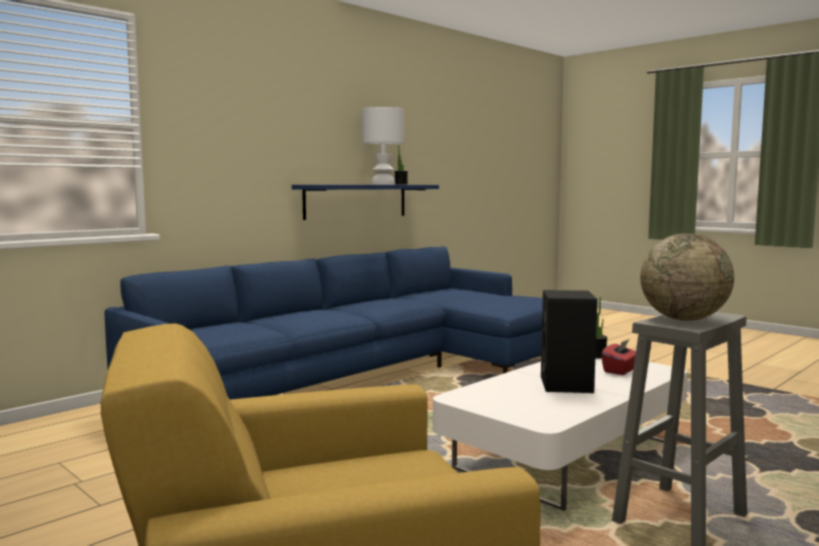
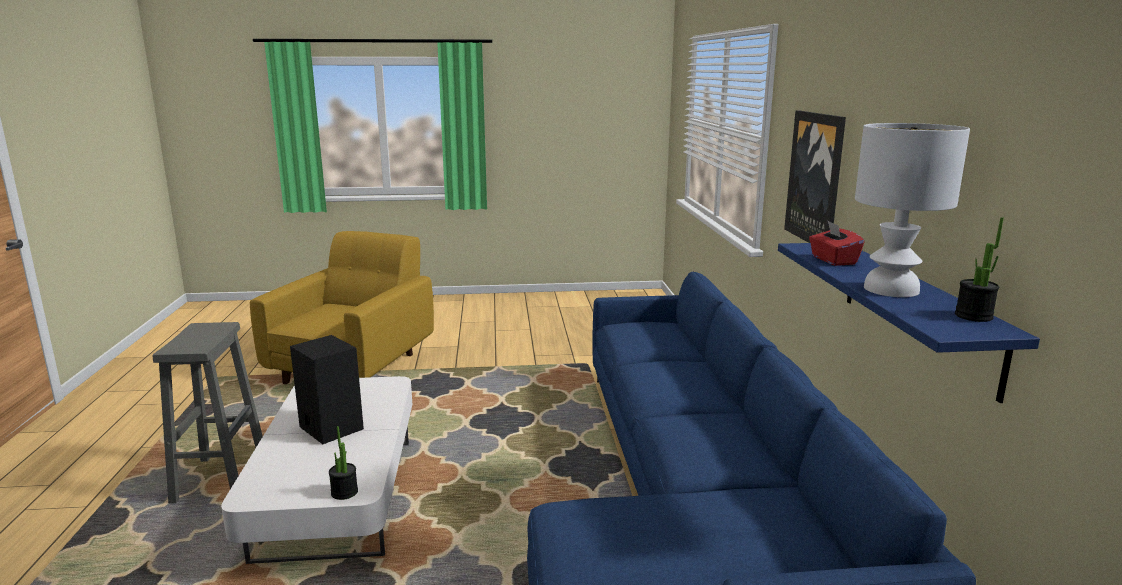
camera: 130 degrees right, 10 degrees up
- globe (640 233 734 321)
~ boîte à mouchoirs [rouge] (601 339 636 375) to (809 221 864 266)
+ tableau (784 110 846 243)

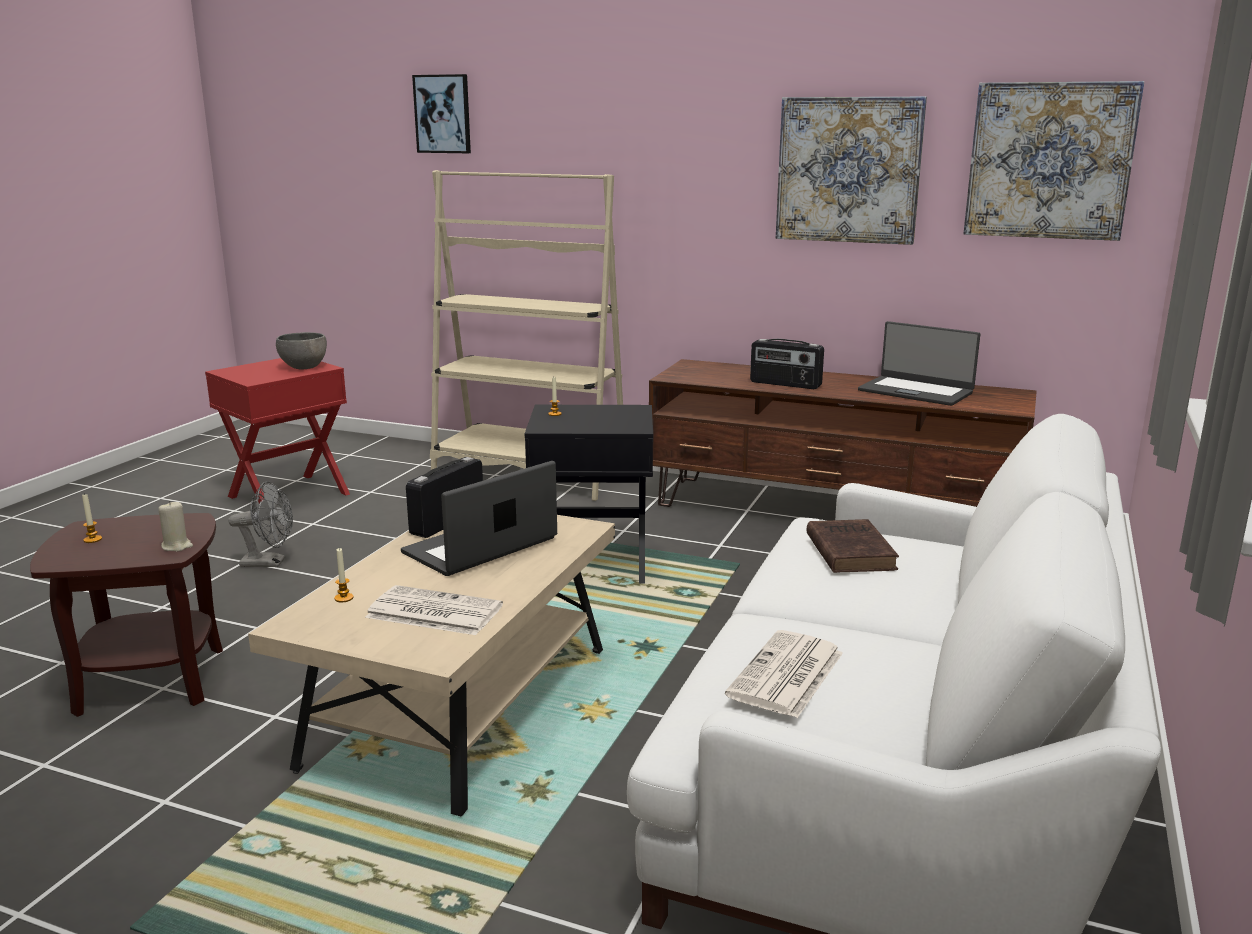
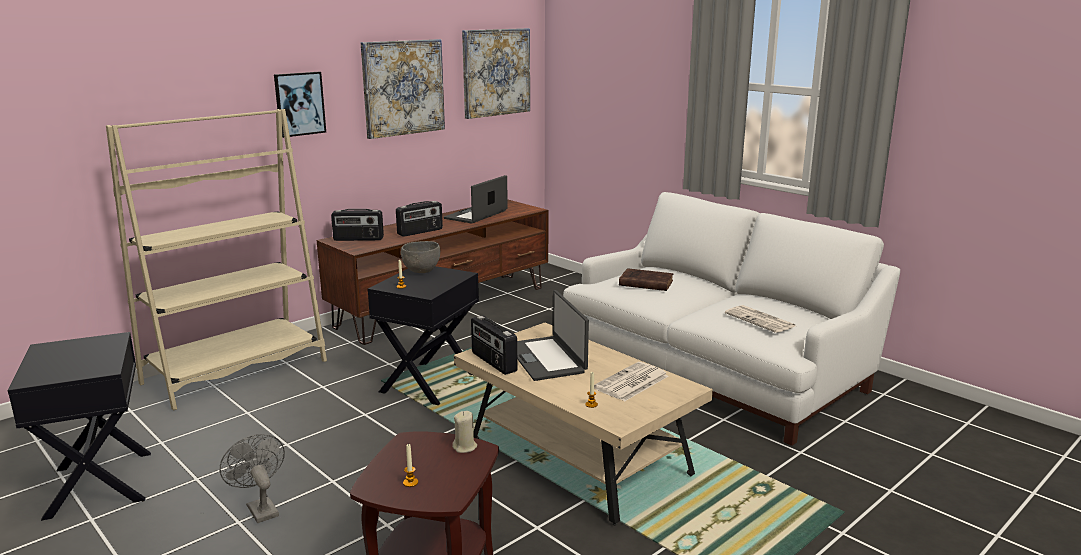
camera: 65 degrees left, 0 degrees up
~ tableau (412 74 471 153) to (274 72 326 138)
~ ordinateur portable (858 321 980 406) = (444 175 508 224) 150 degrees clockwise
~ bol [gris] (276 332 327 369) to (401 241 440 273)
~ table d'appoint [rouge] (205 358 350 503) to table d'appoint [noir] (8 332 151 521)
~ ventilateur [gris] (228 481 293 567) = (220 434 285 523) 60 degrees counterclockwise
+ radio (331 209 384 241)

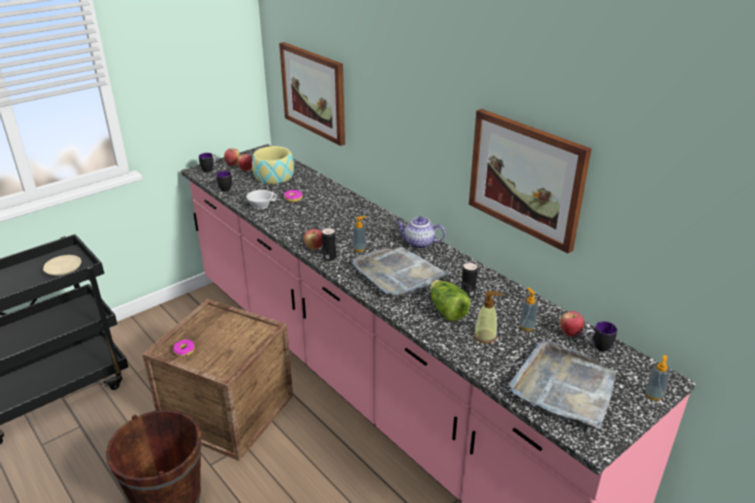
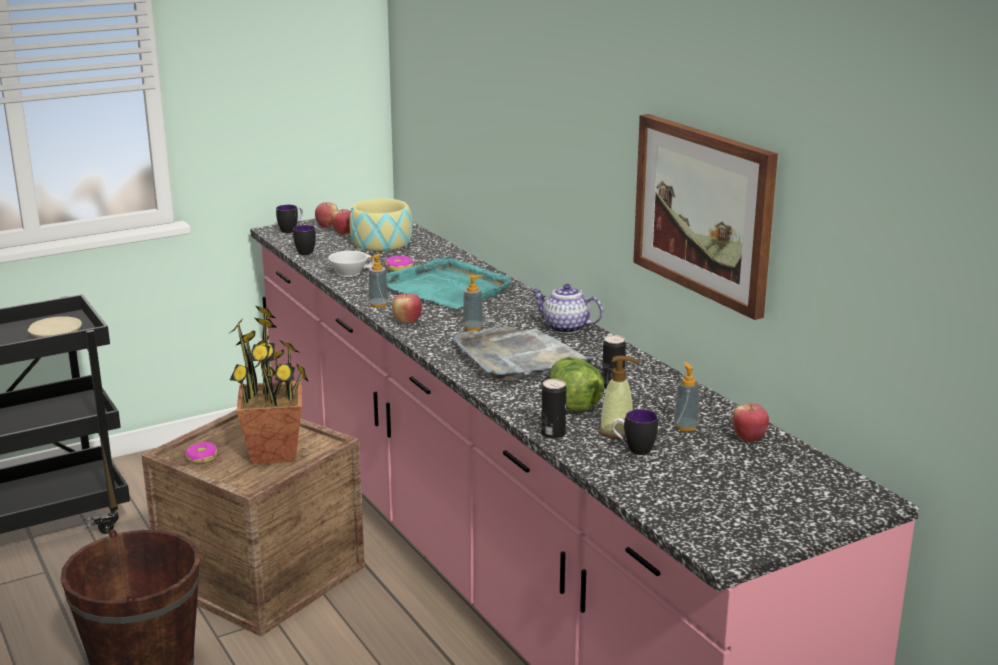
camera: 10 degrees right, 10 degrees down
- tableau (279 42 345 146)
~ boîte métallique (322 228 336 261) to (541 379 566 439)
~ mug (585 321 617 352) to (612 409 658 455)
- plateau [gris] (509 340 617 429)
~ distributeur de savon (645 355 670 401) to (368 254 389 308)
+ plateau [turquoise] (386 256 513 308)
+ plante en pot (230 306 309 465)

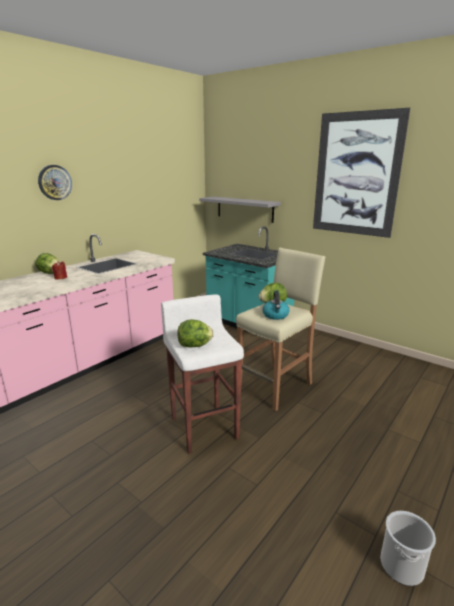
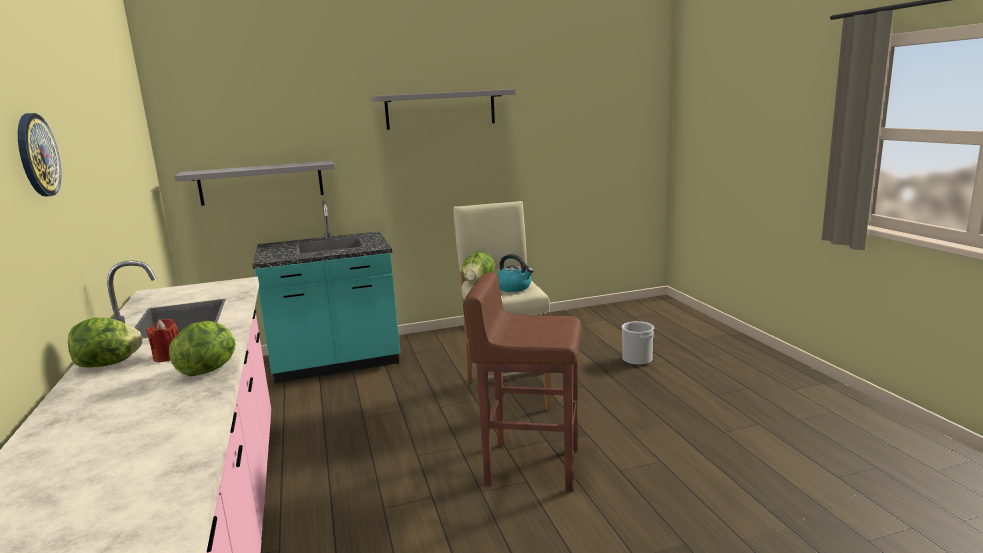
camera: 55 degrees left, 5 degrees down
~ tableau (313 108 410 238) to étagère [gris] (371 89 516 130)
~ tabouret [blanc] (161 294 244 454) to tabouret [marron] (463 272 582 492)
~ laitue (177 319 214 347) to (169 321 235 377)
~ seau (380 511 436 586) to (622 321 654 365)

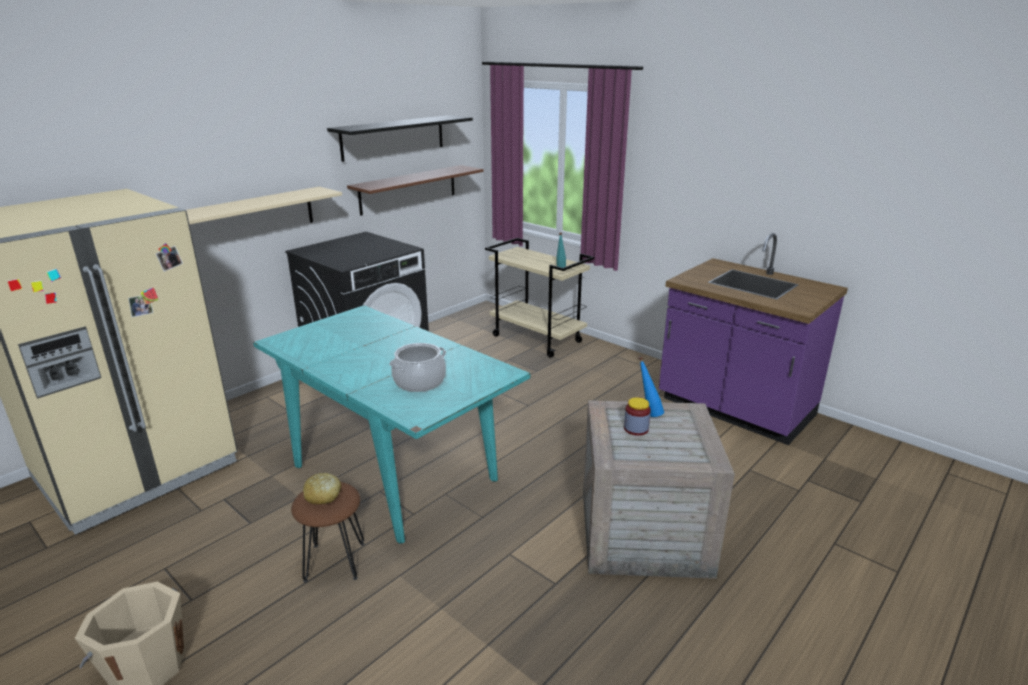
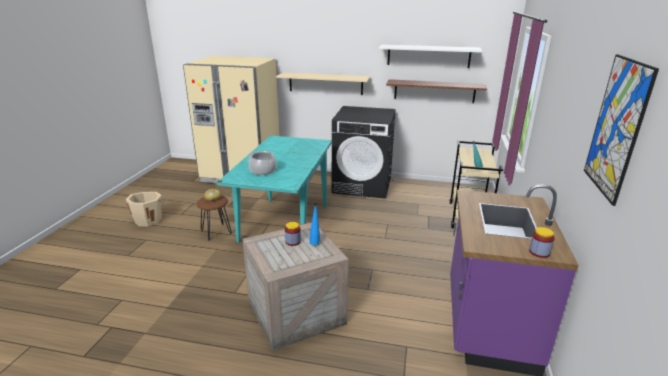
camera: 60 degrees right, 0 degrees up
~ étagère [noir] (327 115 473 162) to étagère [blanc] (379 44 482 68)
+ tableau (584 54 659 206)
+ bocal (529 227 554 258)

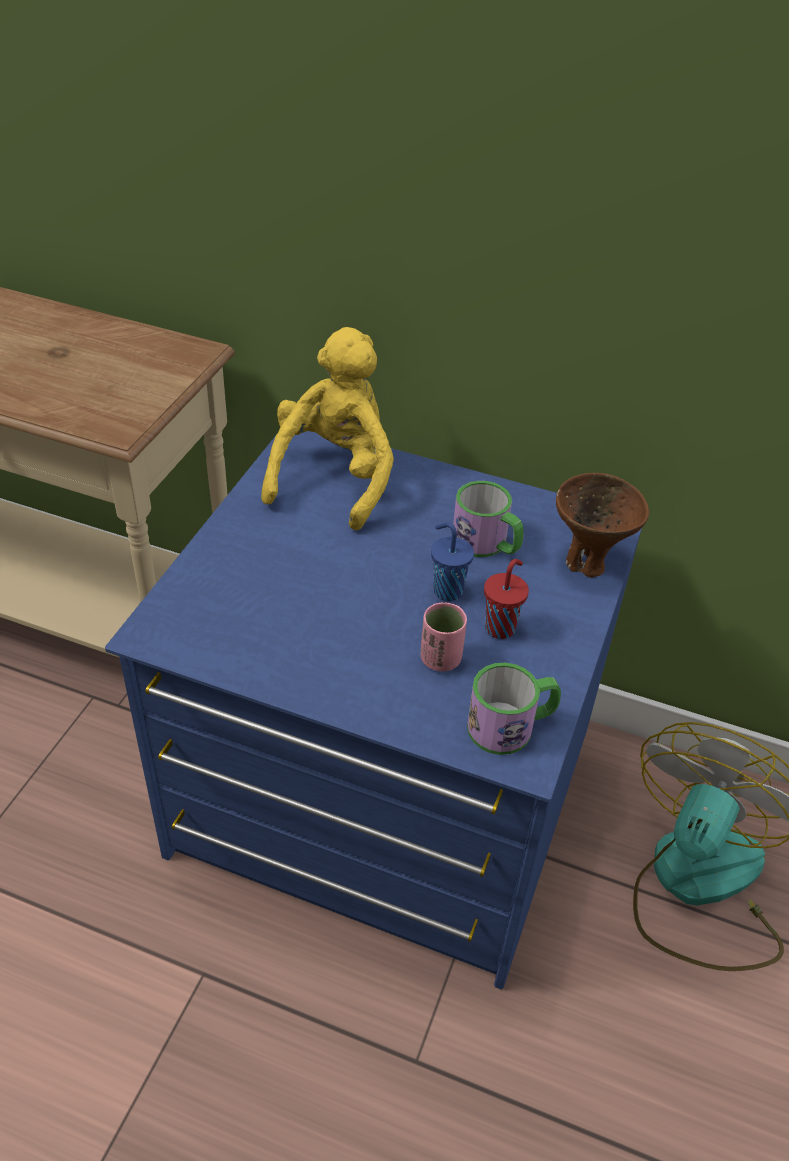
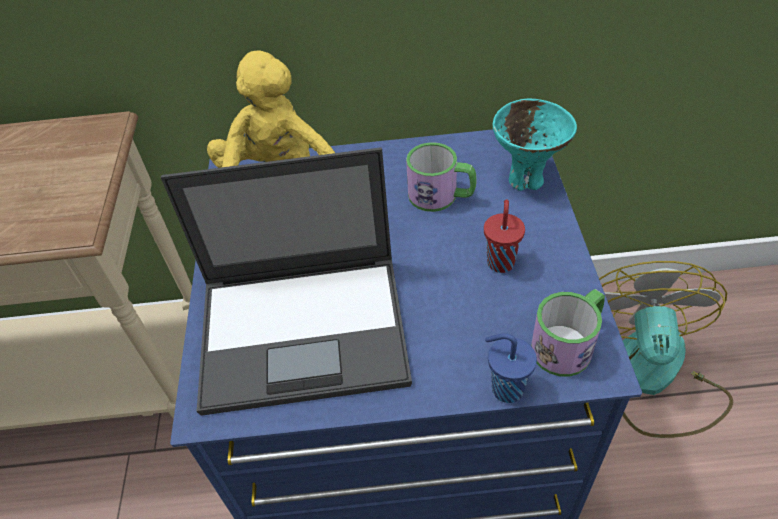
camera: 20 degrees left, 5 degrees up
~ bol [marron] (556 473 649 578) to bol [turquoise] (493 98 577 191)
~ tasse [bleu] (431 522 474 601) to (485 333 537 403)
- tasse [rose] (420 602 467 672)
+ ordinateur portable (161 147 412 416)

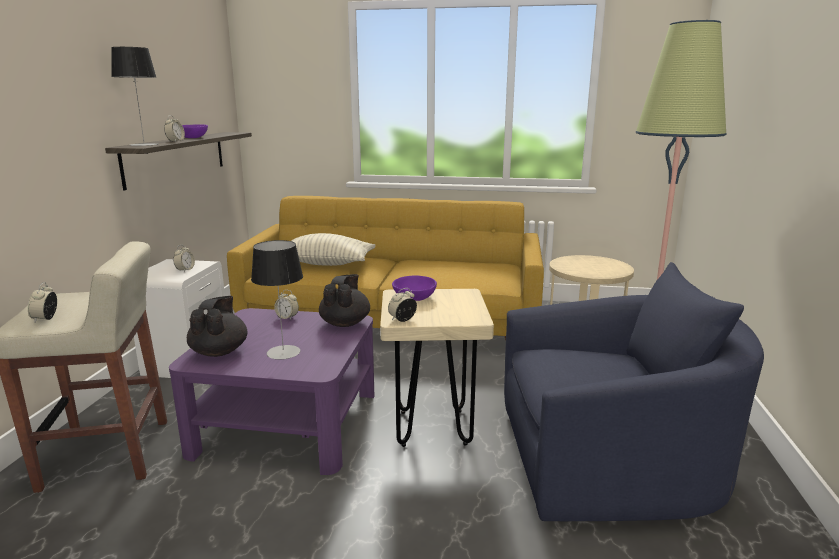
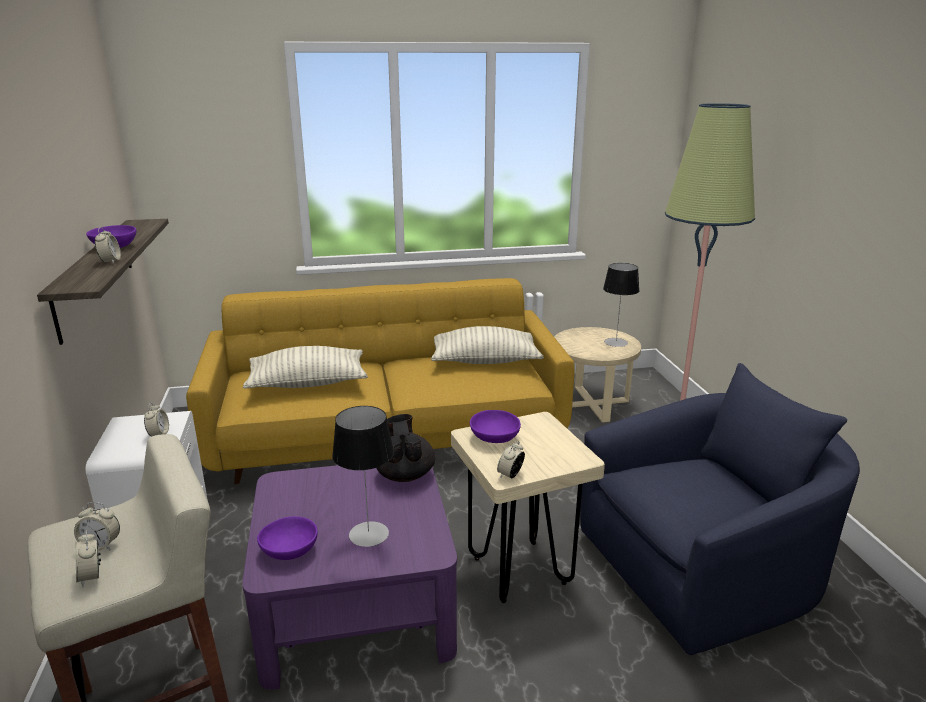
camera: 20 degrees left, 5 degrees up
~ lampe de table (111 47 158 146) to (603 263 640 347)
~ réveil (274 290 299 319) to (74 502 120 551)
~ théière [noir] (187 296 248 357) to bol [violet] (257 516 318 560)
+ coussin (431 326 544 364)

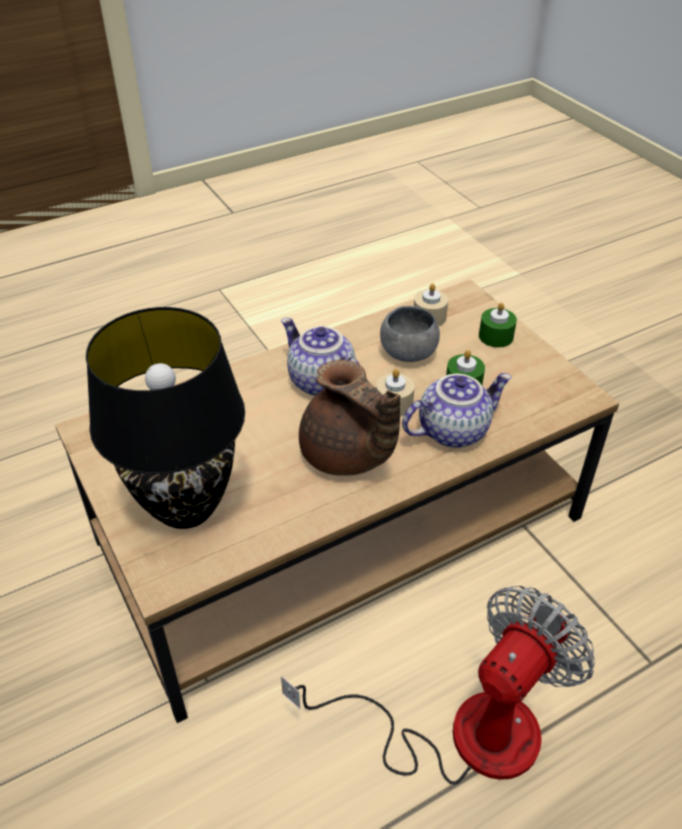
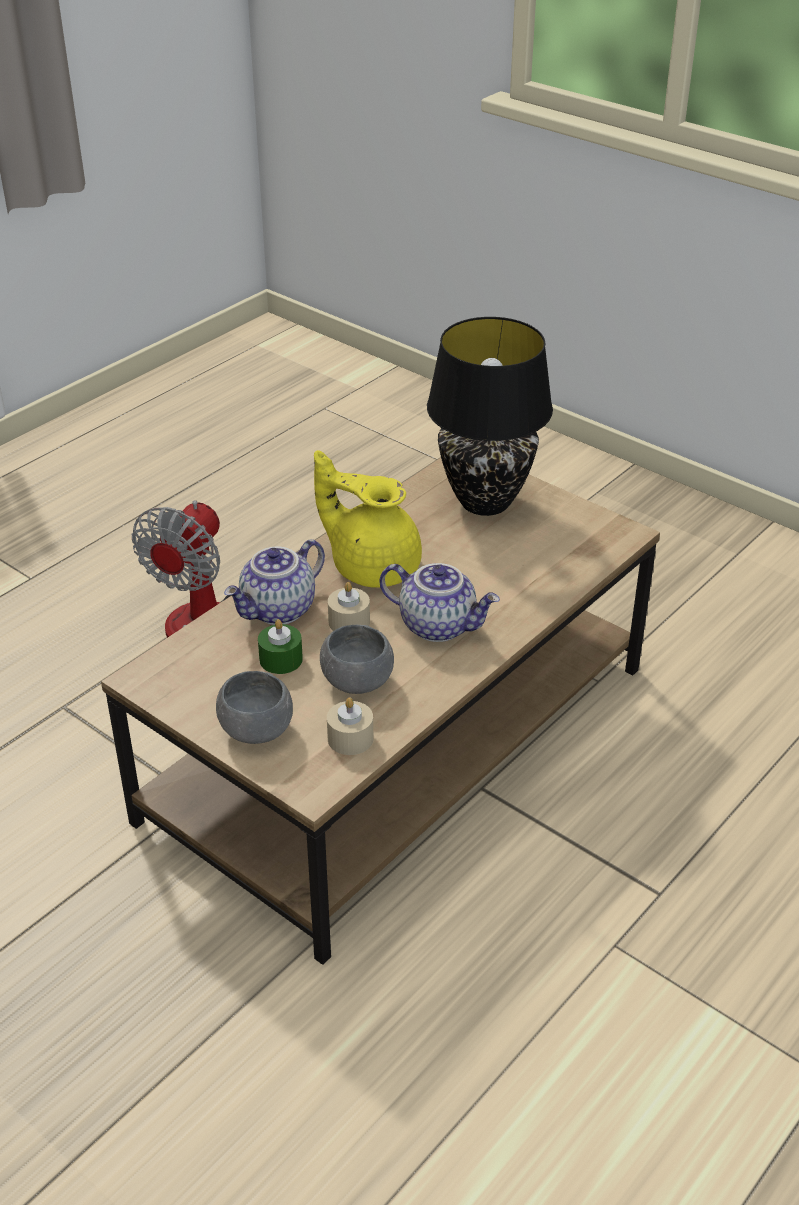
camera: 160 degrees right, 5 degrees down
~ bougie [vert] (479 303 517 348) to bol [gris] (216 671 293 744)
~ théière [marron] (299 360 401 476) to théière [jaune] (314 450 422 588)

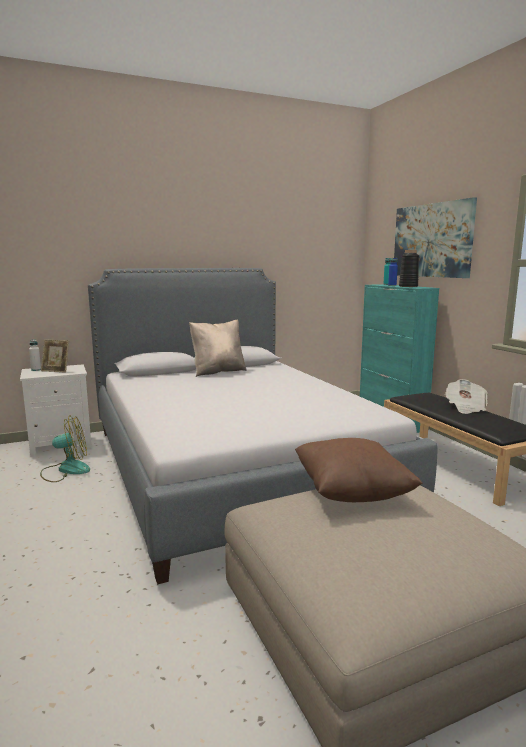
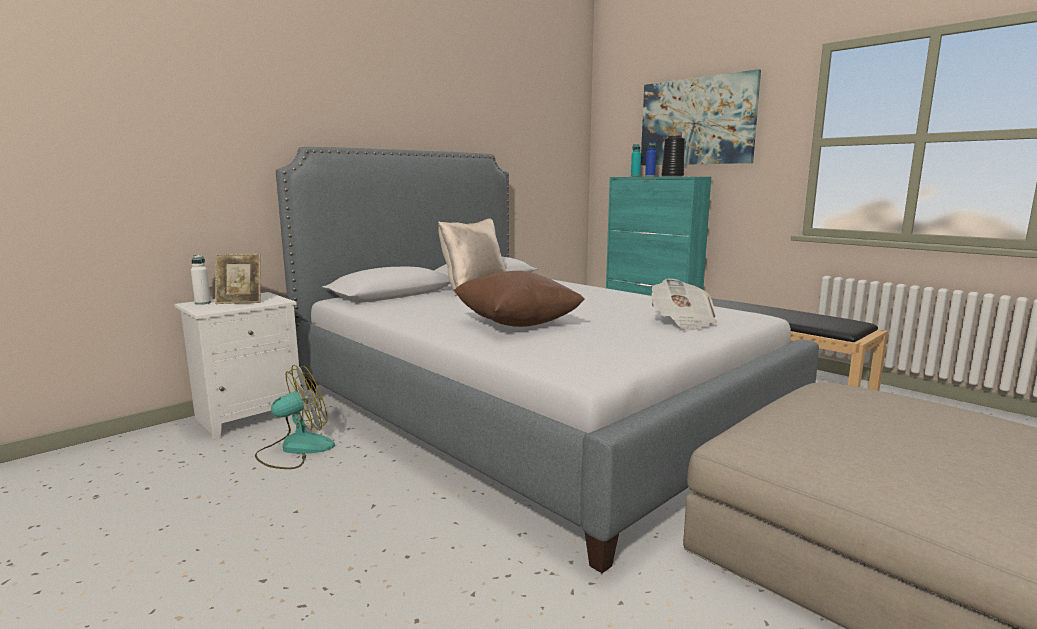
camera: 20 degrees left, 0 degrees up
~ journal (445 379 487 414) to (651 279 717 331)
~ coussin [marron] (295 438 423 502) to (453 271 585 327)

